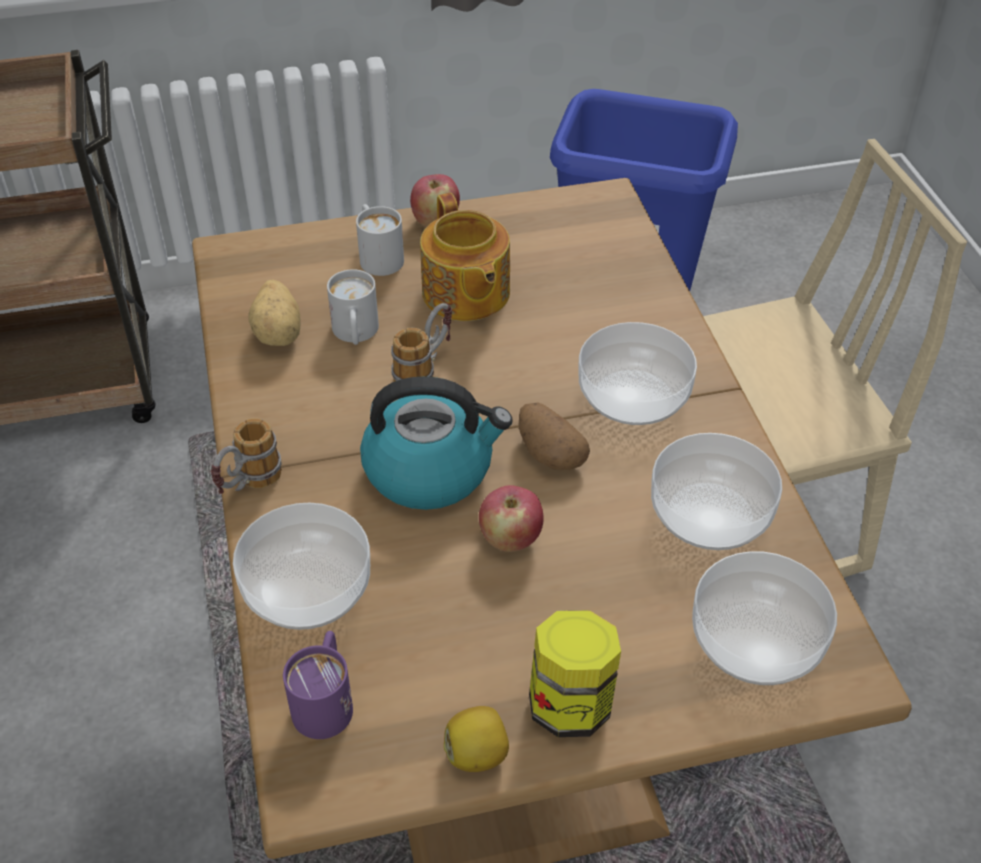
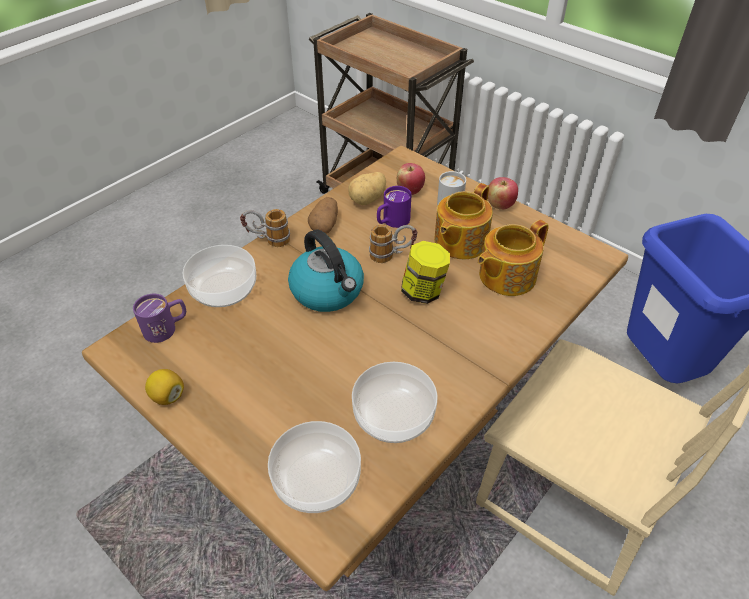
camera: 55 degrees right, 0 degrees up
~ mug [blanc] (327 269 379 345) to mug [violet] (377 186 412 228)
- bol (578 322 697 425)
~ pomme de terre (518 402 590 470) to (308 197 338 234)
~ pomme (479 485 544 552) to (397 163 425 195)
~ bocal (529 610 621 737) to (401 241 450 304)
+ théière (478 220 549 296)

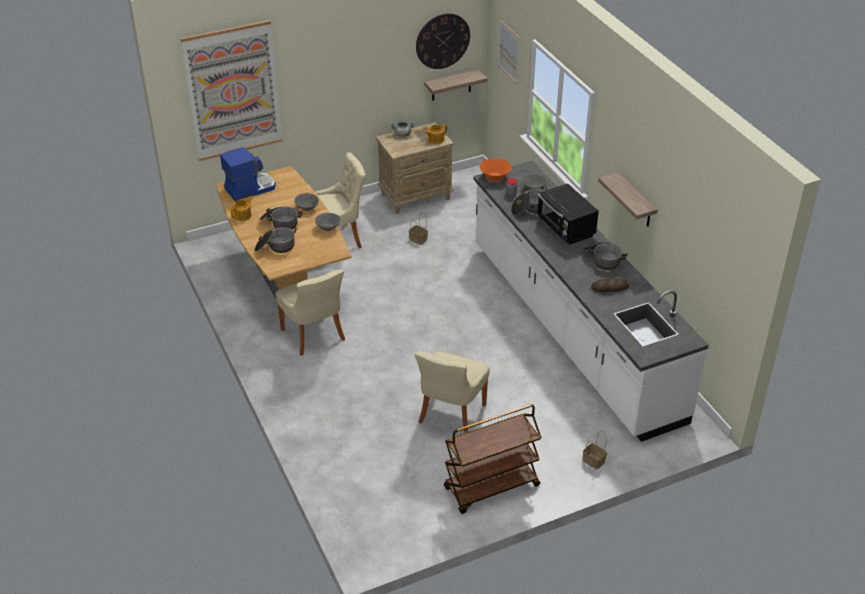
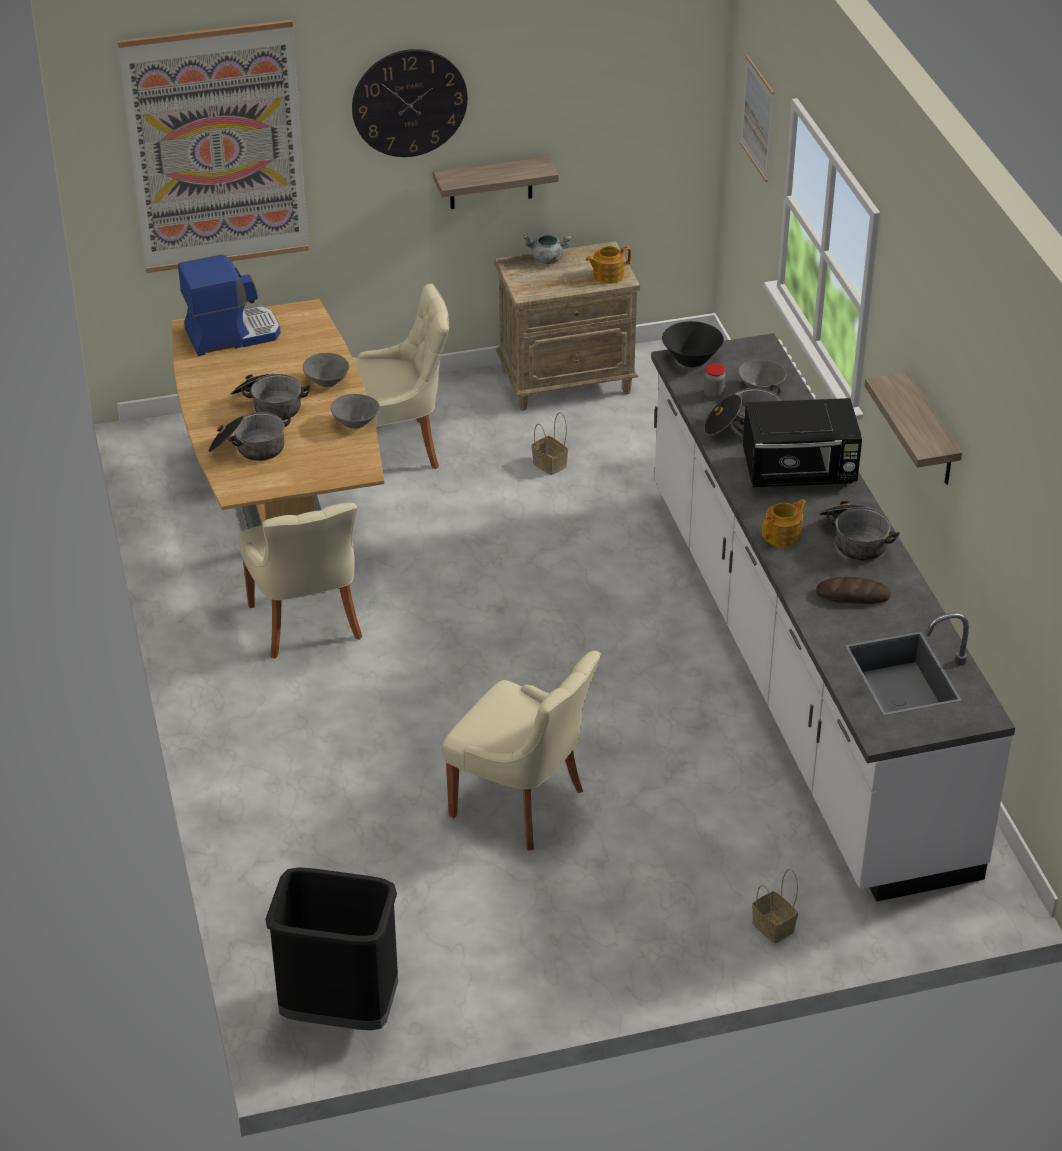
camera: 10 degrees right, 0 degrees up
~ horloge murale (416 13 470 69) to (352 49 468 157)
~ étagère (424 69 487 101) to (433 156 559 209)
~ bol [orange] (480 158 511 182) to bol [noir] (662 321 724 367)
~ micro-ondes [noir] (537 184 599 245) = (743 398 862 487) 75 degrees counterclockwise
~ théière (231 197 252 221) to (762 499 807 548)
~ chaise [beige] (415 351 489 433) = (442 651 601 851) 90 degrees counterclockwise
- chariot [marron] (444 404 542 514)
+ poubelle [noir] (265 867 398 1030)

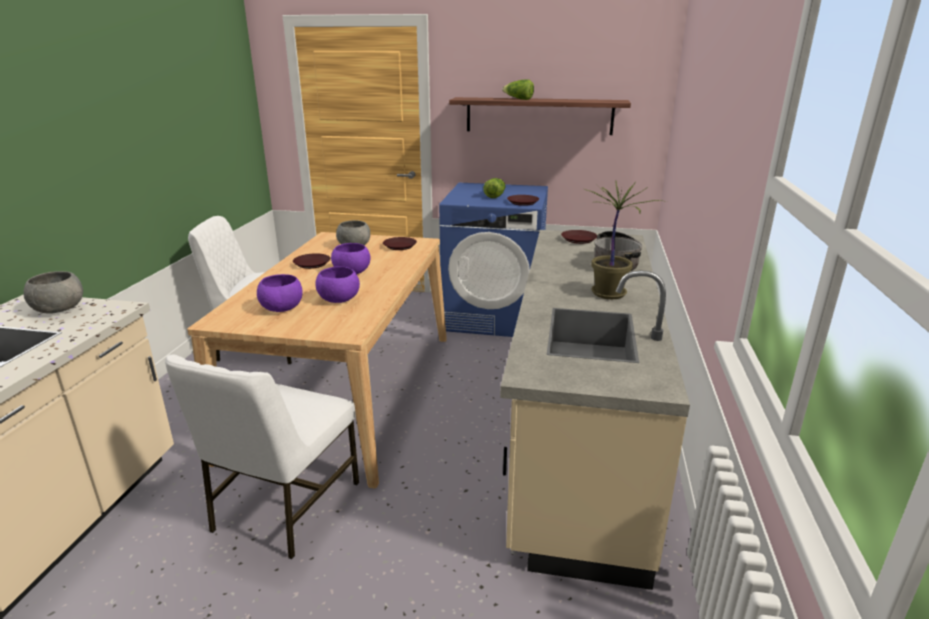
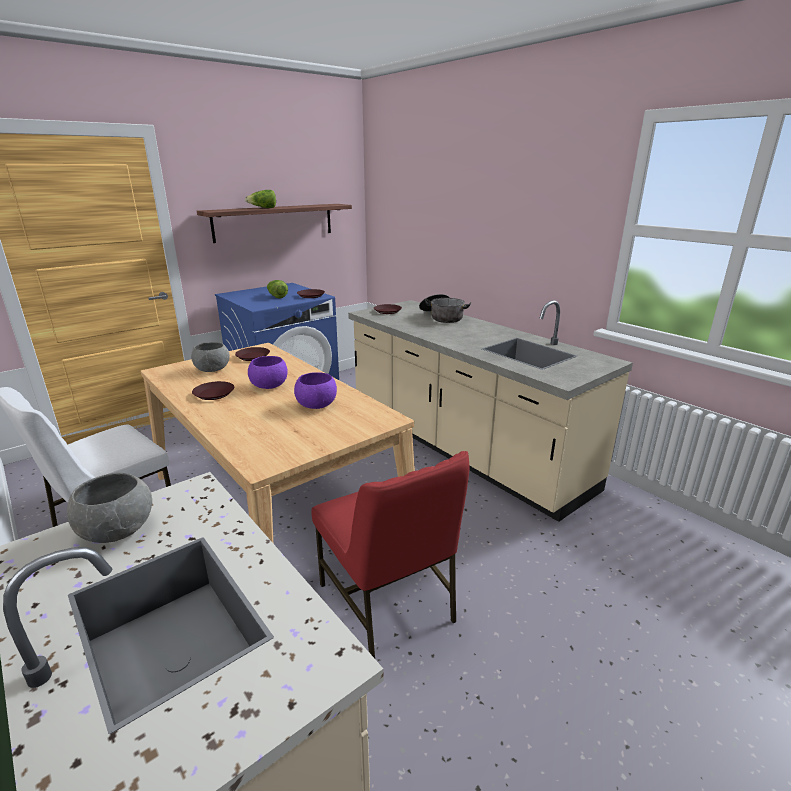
camera: 50 degrees left, 0 degrees up
- plante en pot (583 181 667 299)
- bol [violet] (257 274 303 312)
~ chaise [blanc] (165 354 359 559) to chaise [rouge] (311 451 469 658)

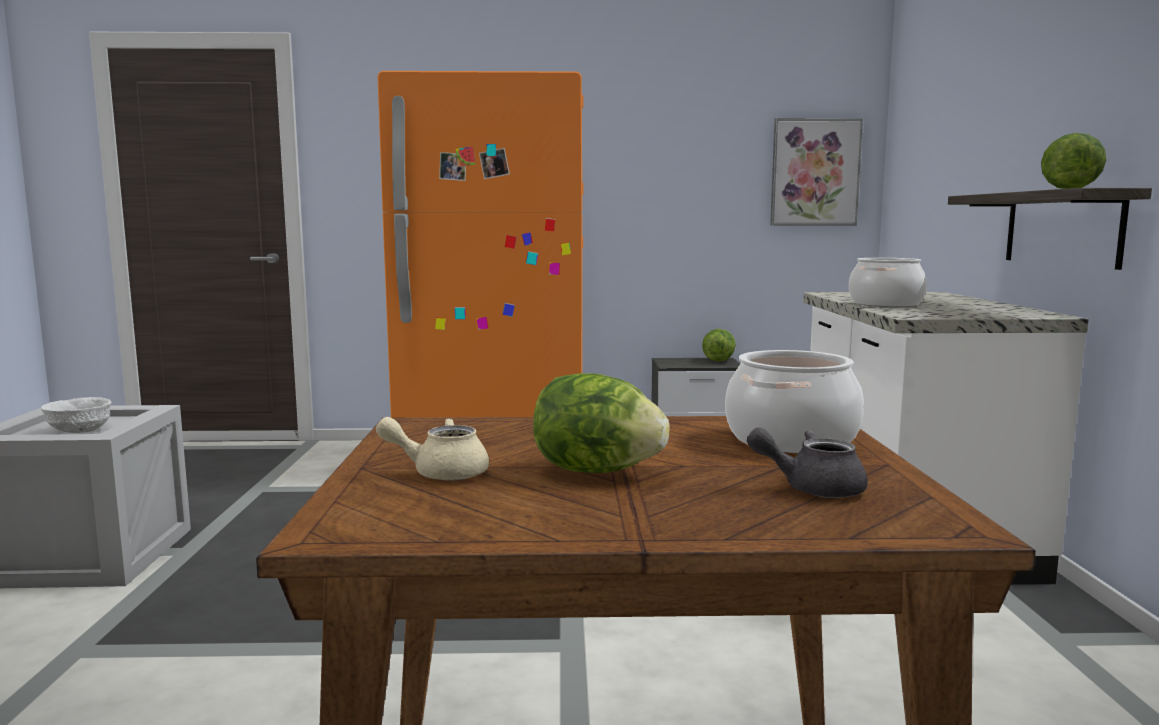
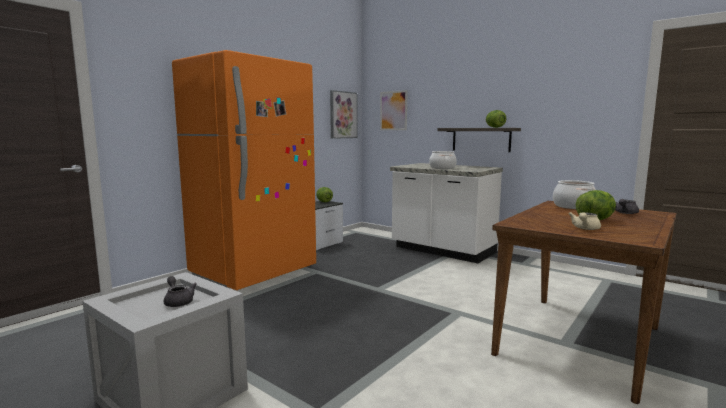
camera: 50 degrees left, 0 degrees up
~ bol [blanc] (41 397 112 433) to théière [gris] (164 276 197 307)
+ tableau (380 90 408 130)

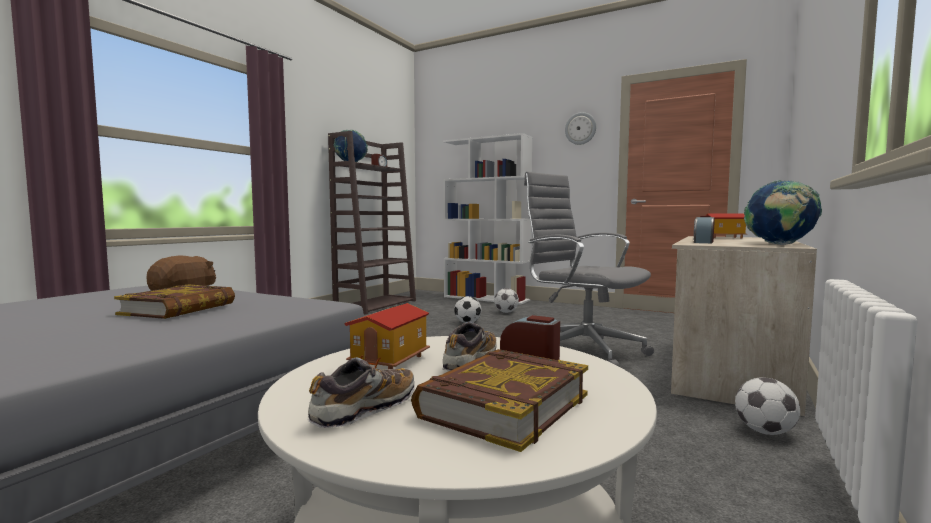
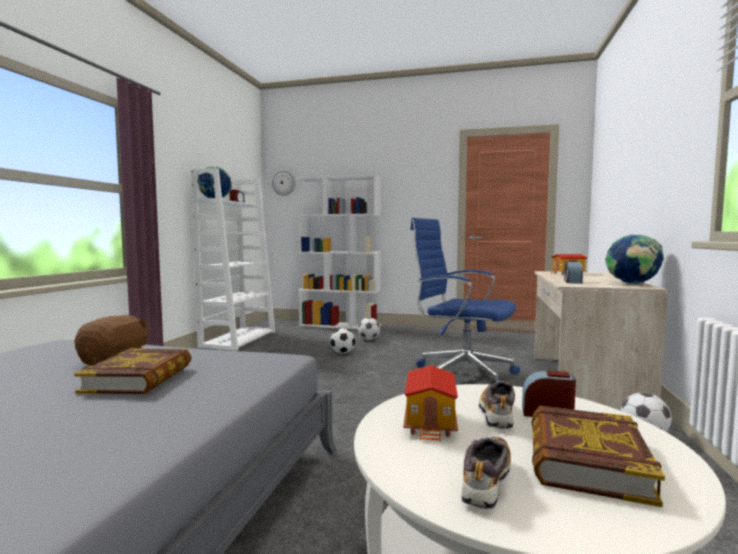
camera: 15 degrees left, 0 degrees up
~ horloge murale (565 112 596 145) to (272 170 295 196)
~ bibliothèque [marron] (328 131 416 315) to bibliothèque [blanc] (191 168 275 351)
~ chaise de bureau [gris] (524 172 654 367) to chaise de bureau [bleu] (410 218 520 383)

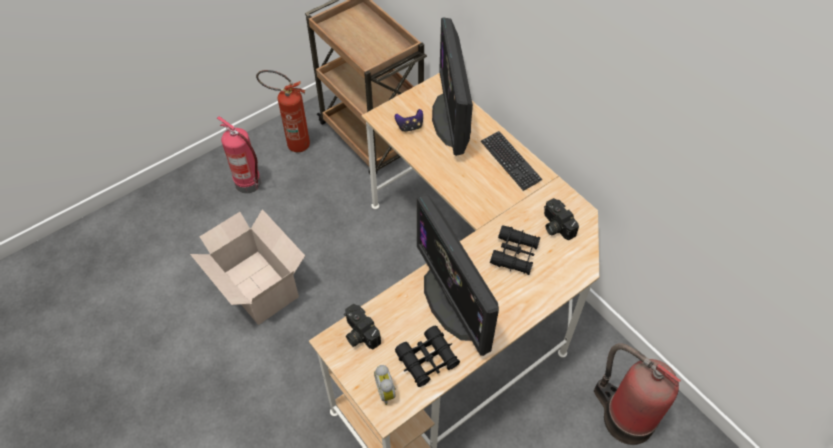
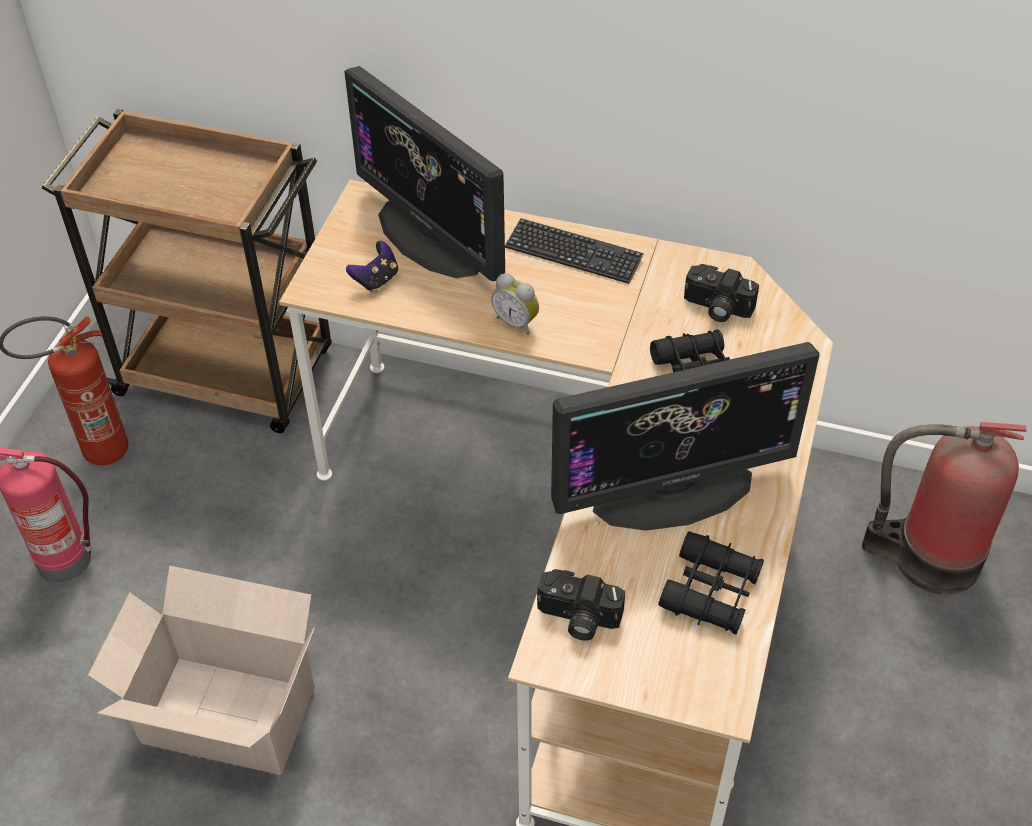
camera: 35 degrees left, 5 degrees down
~ écran d'ordinateur (417 195 499 356) = (551 342 819 531) 45 degrees counterclockwise
~ réveil (374 365 396 405) to (491 273 539 335)

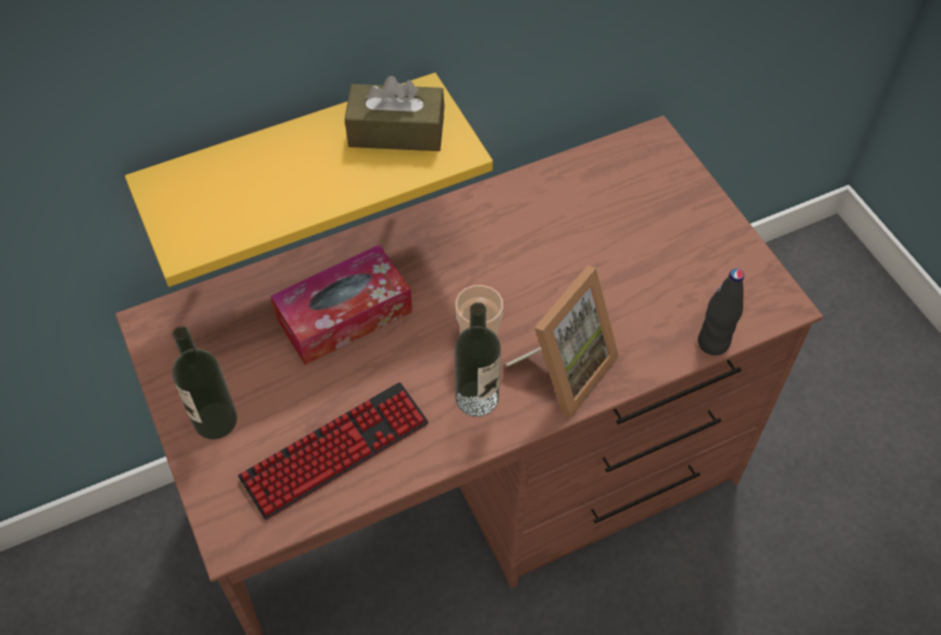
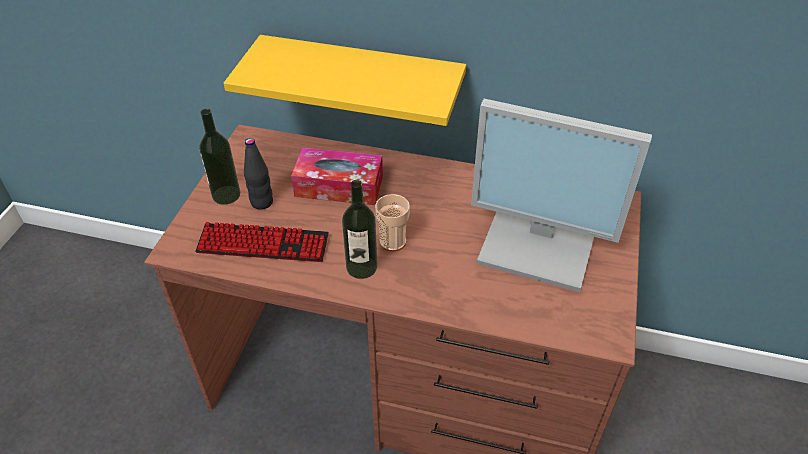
camera: 40 degrees right, 10 degrees down
- boîte à mouchoirs [marron] (345 76 445 151)
- cadre photo (505 265 619 417)
~ bouteille [noir] (698 269 744 355) to (244 138 273 210)
+ écran d'ordinateur (471 99 652 292)

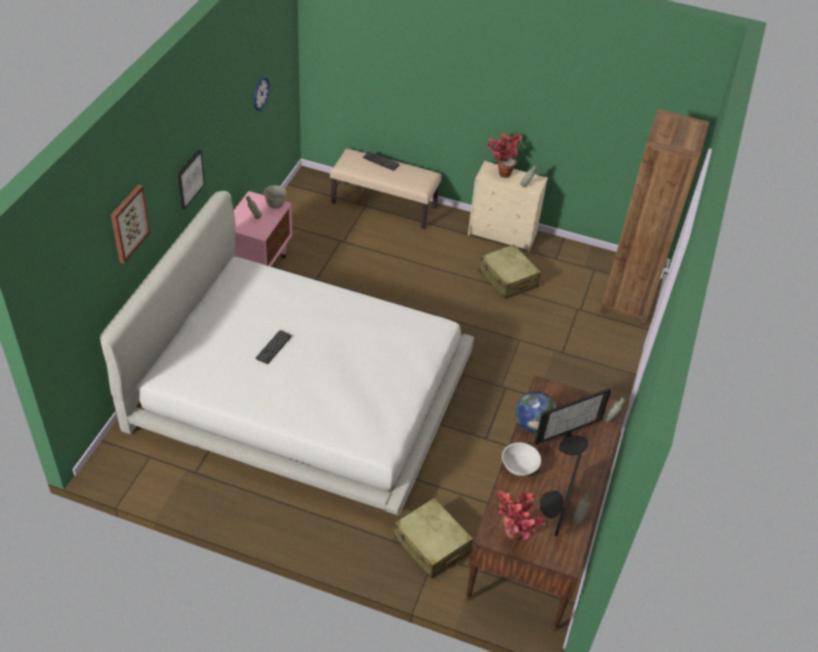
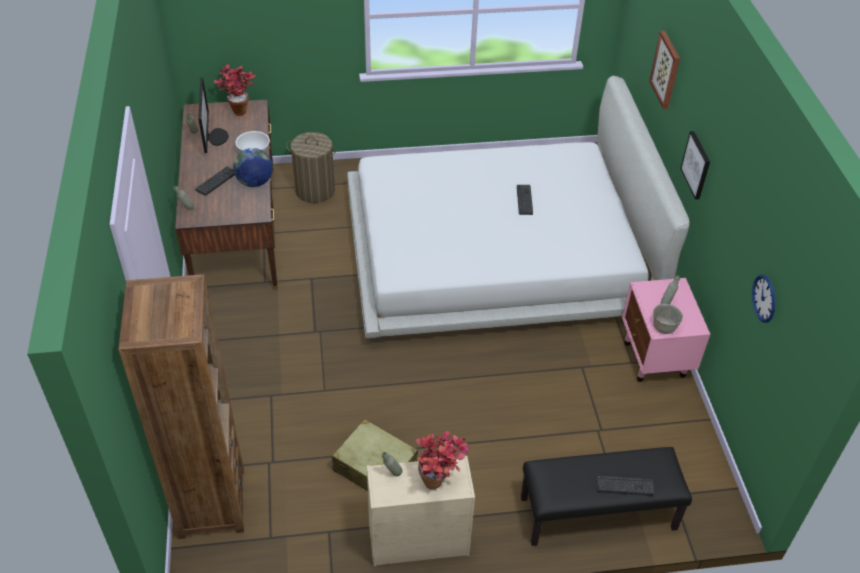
camera: 155 degrees right, 0 degrees up
~ banc [beige] (330 149 441 229) to banc [noir] (521 447 692 546)
~ écran d'ordinateur (534 388 611 455) to clavier (195 166 235 196)
~ valise [beige] (394 498 473 579) to panier à linge (286 132 337 203)

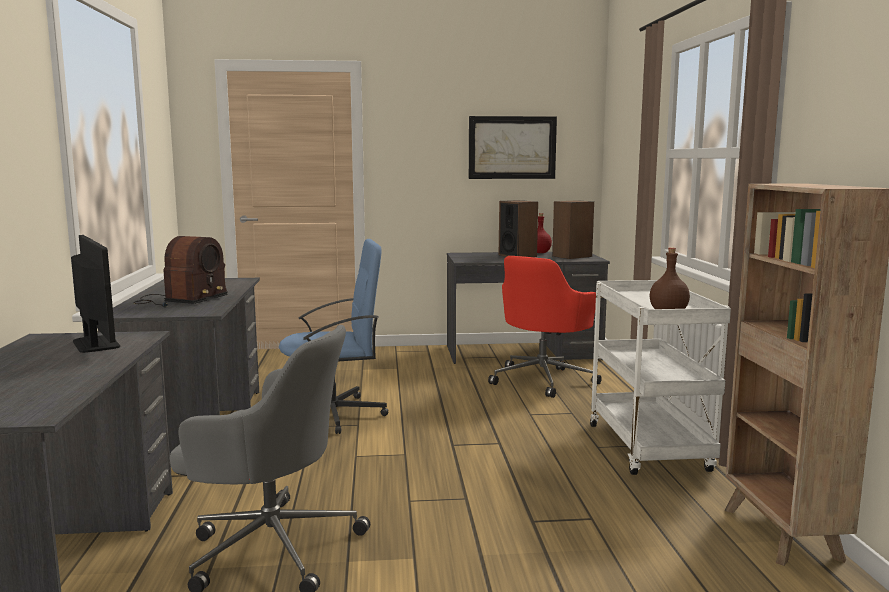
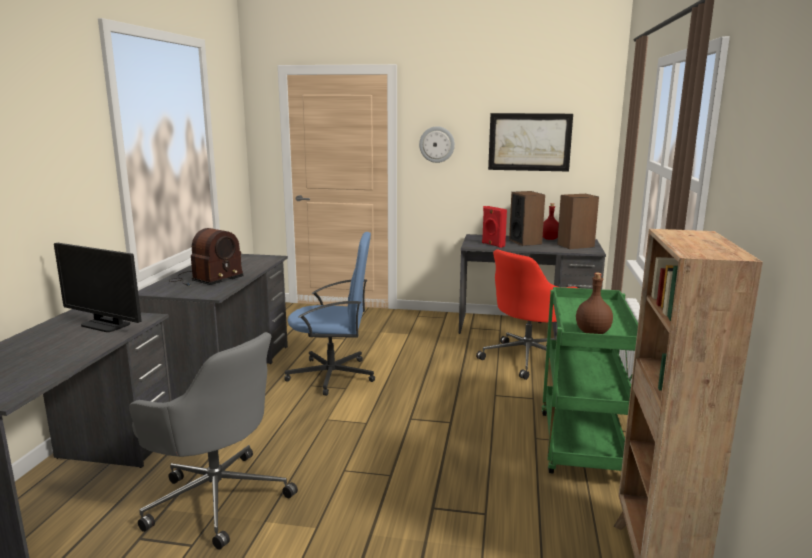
camera: 15 degrees right, 5 degrees up
~ écran d'ordinateur (71 235 120 353) = (54 243 142 332) 135 degrees clockwise
~ chariot [blanc] (590 280 731 475) to chariot [vert] (542 287 638 474)
+ horloge murale (419 126 455 163)
+ enceinte [rouge] (482 206 507 248)

